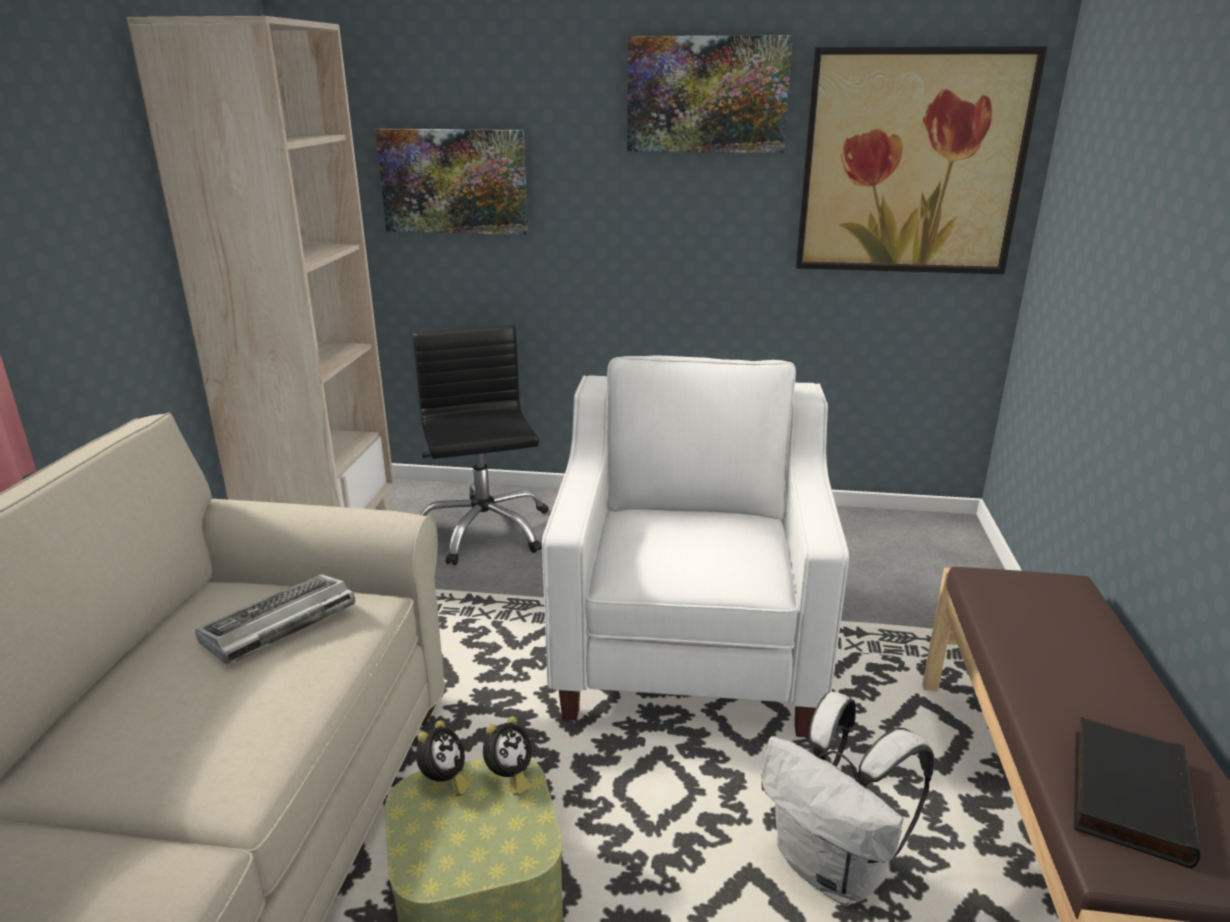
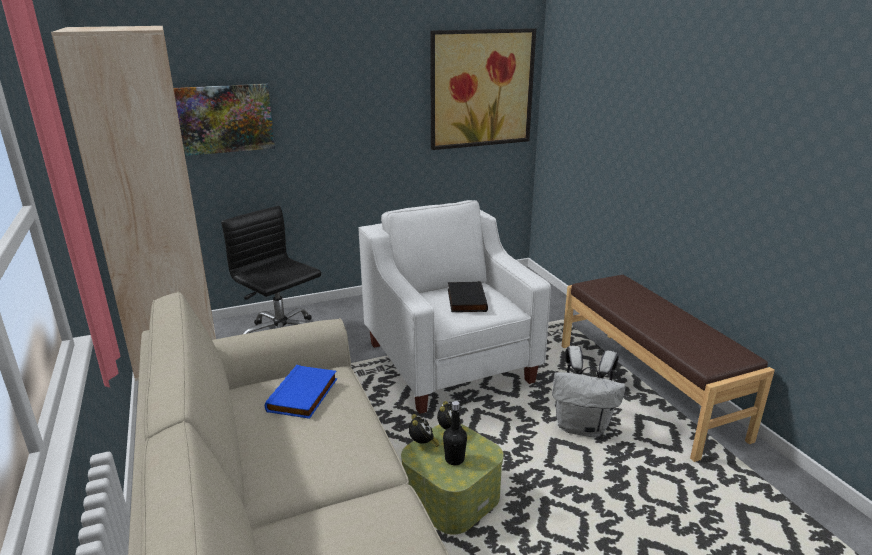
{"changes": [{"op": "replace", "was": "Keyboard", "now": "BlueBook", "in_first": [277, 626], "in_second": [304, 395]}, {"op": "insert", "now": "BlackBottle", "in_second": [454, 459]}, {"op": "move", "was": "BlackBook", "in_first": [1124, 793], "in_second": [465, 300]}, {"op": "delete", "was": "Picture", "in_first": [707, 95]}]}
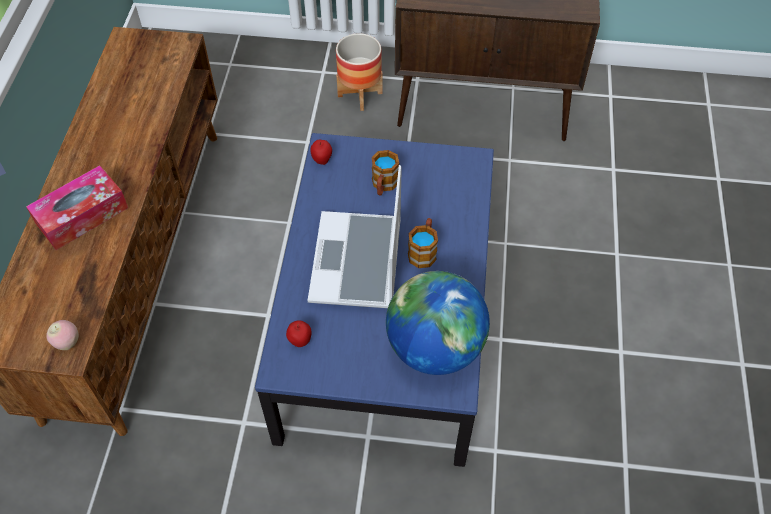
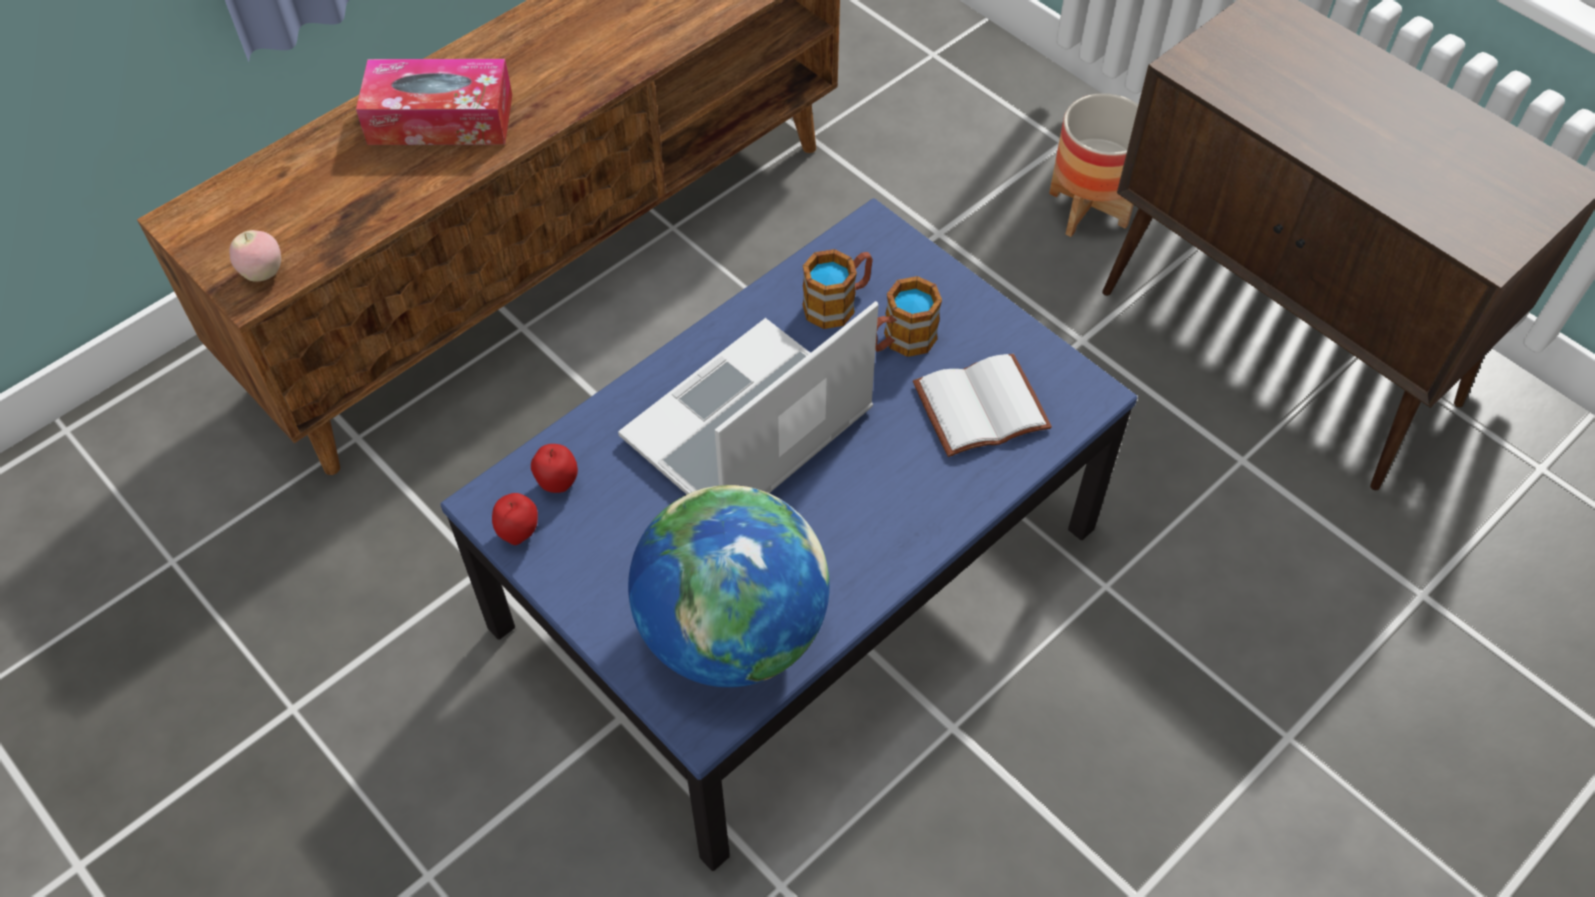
{"changes": [{"op": "move", "was": "Apple", "in_first": [322, 160], "in_second": [519, 533]}, {"op": "move", "was": "Mug", "in_first": [423, 251], "in_second": [838, 303]}, {"op": "insert", "now": "WhiteBook", "in_second": [981, 404]}]}
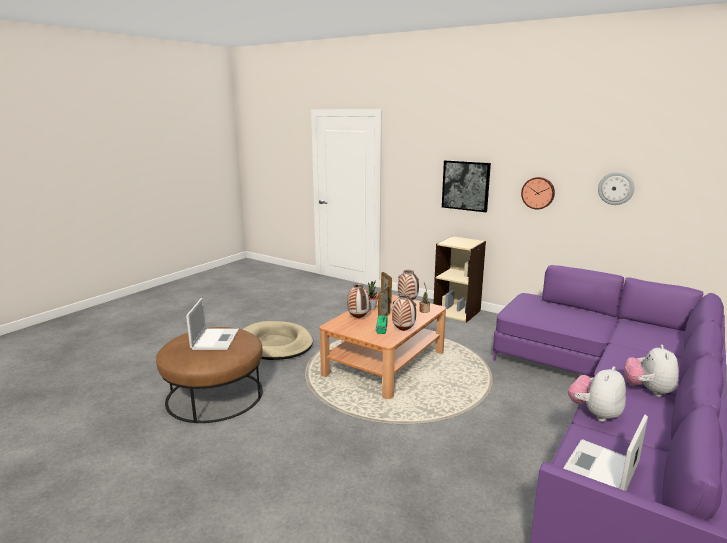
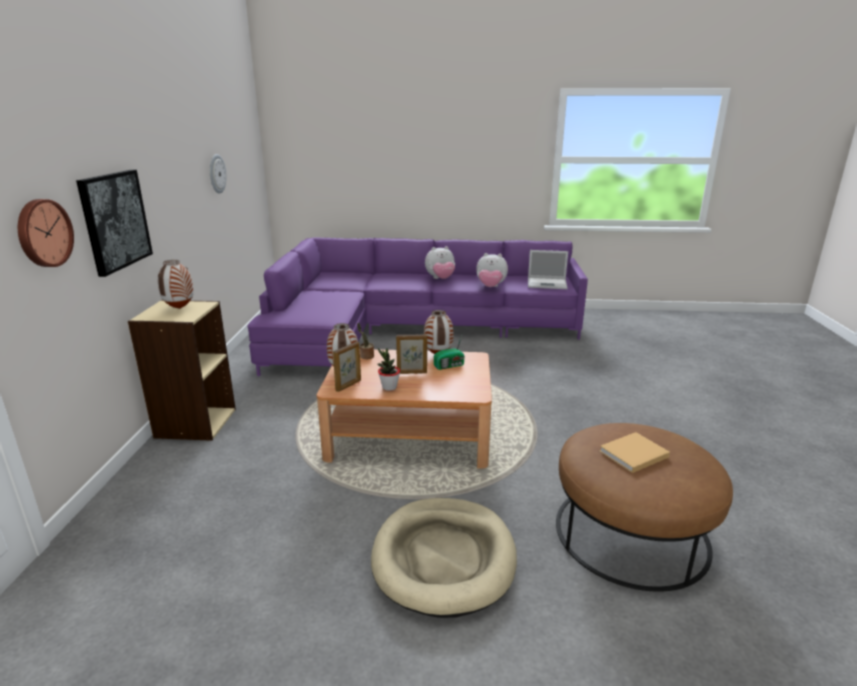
{"changes": [{"op": "move", "was": "WallClock", "in_first": [538, 193], "in_second": [43, 233]}, {"op": "move", "was": "Vase", "in_first": [358, 318], "in_second": [179, 309]}, {"op": "replace", "was": "Laptop", "now": "BeigeBook", "in_first": [215, 339], "in_second": [632, 454]}]}
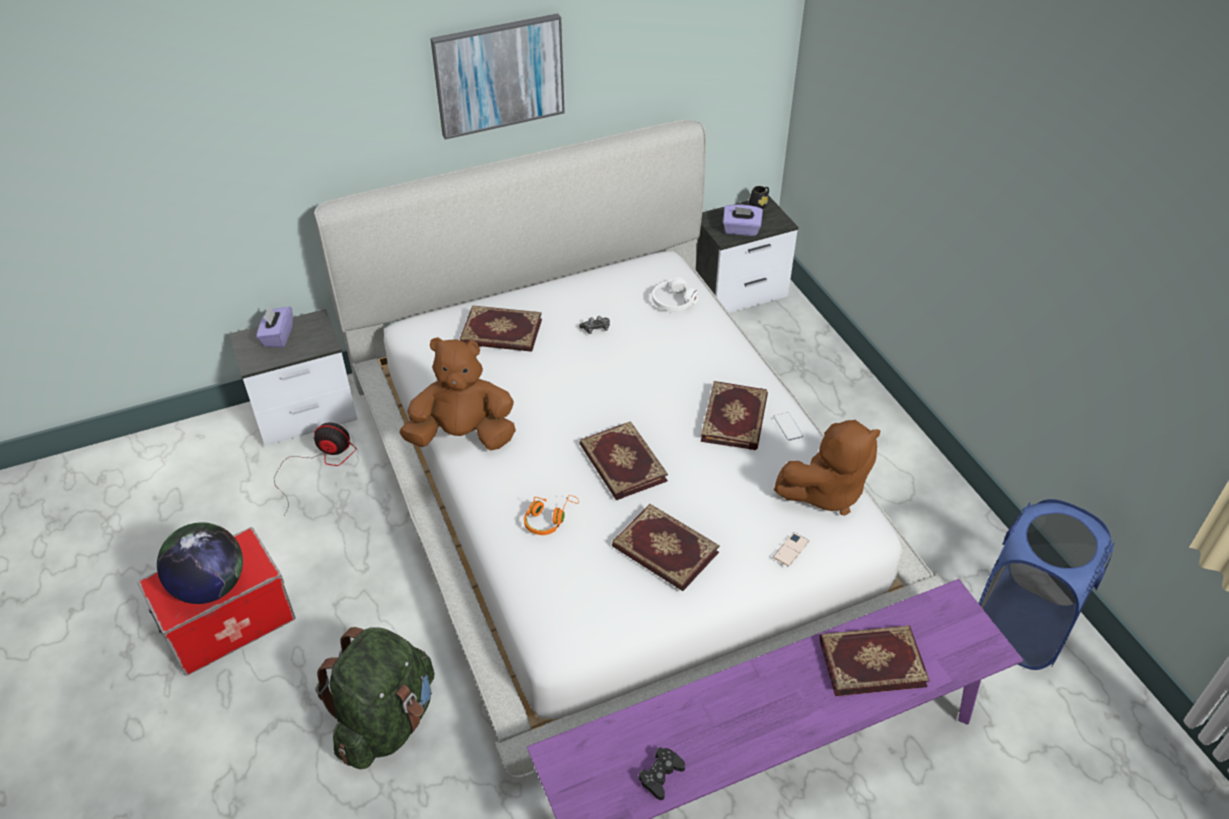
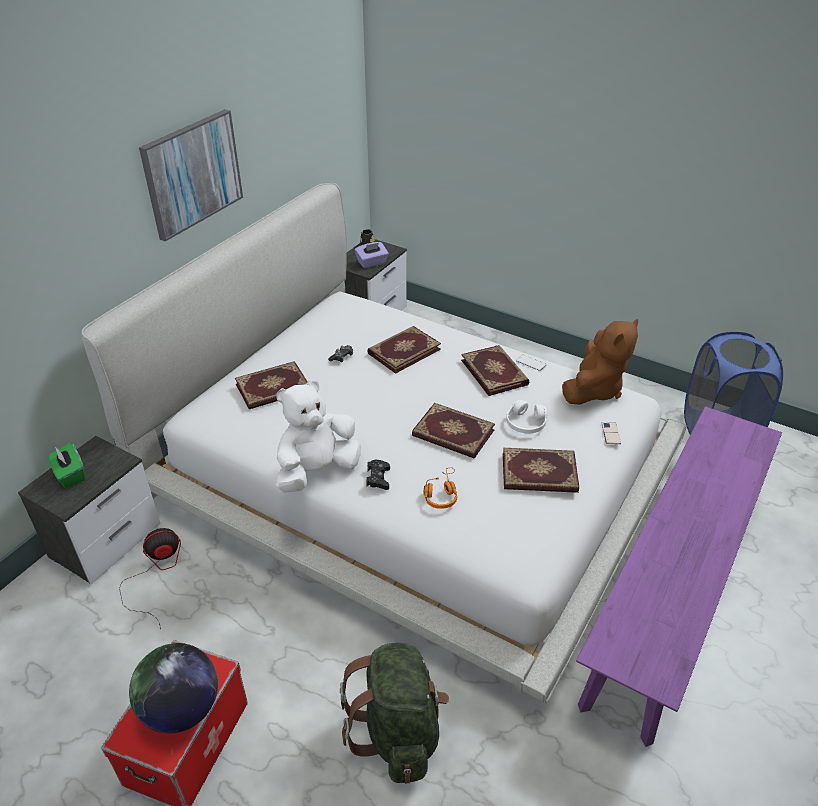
{"changes": [{"op": "recolor", "was": "PurpleTissueBox", "now": "GreenTissueBox", "in_first": [278, 336], "in_second": [70, 474]}, {"op": "recolor", "was": "BrownPlushToy", "now": "WhitePlushToy", "in_first": [463, 436], "in_second": [317, 471]}, {"op": "move", "was": "BlackGameController", "in_first": [661, 775], "in_second": [378, 478]}, {"op": "move", "was": "Book", "in_first": [871, 661], "in_second": [403, 351]}, {"op": "move", "was": "WhiteHeadphones", "in_first": [673, 301], "in_second": [525, 423]}]}
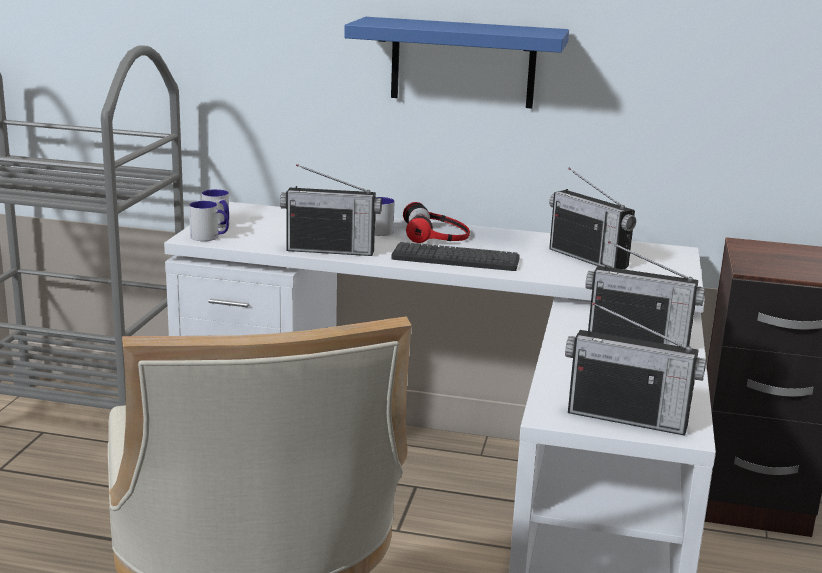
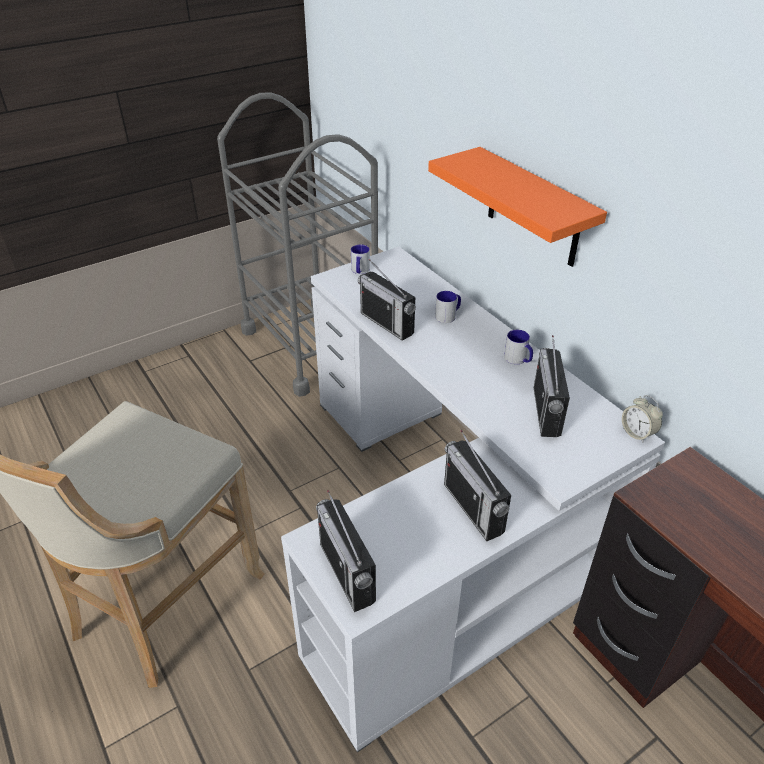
{"changes": [{"op": "recolor", "was": "BlueShelf", "now": "OrangeShelf", "in_first": [463, 63], "in_second": [533, 208]}, {"op": "move", "was": "Mug", "in_first": [209, 237], "in_second": [518, 359]}, {"op": "insert", "now": "AlarmClock", "in_second": [637, 433]}, {"op": "delete", "was": "Keyboard", "in_first": [455, 259]}, {"op": "delete", "was": "Headphones", "in_first": [436, 234]}]}
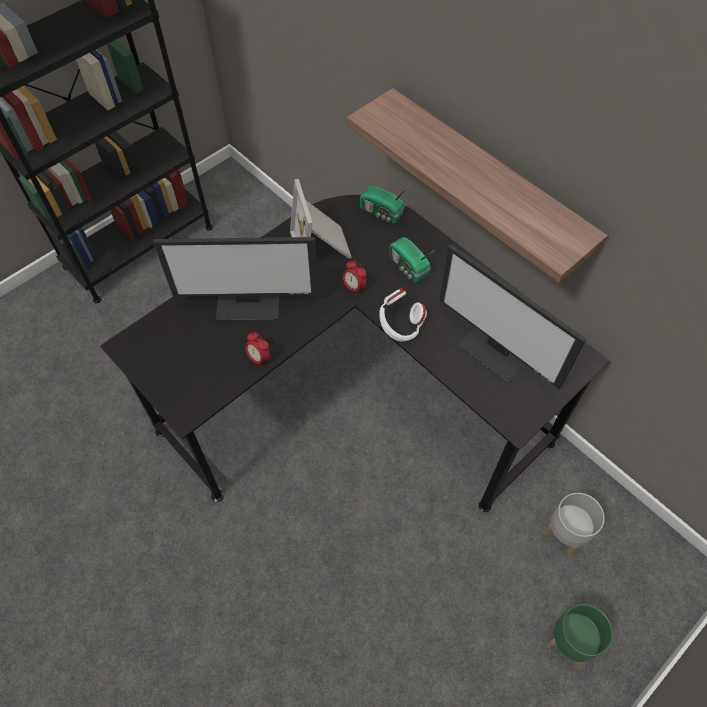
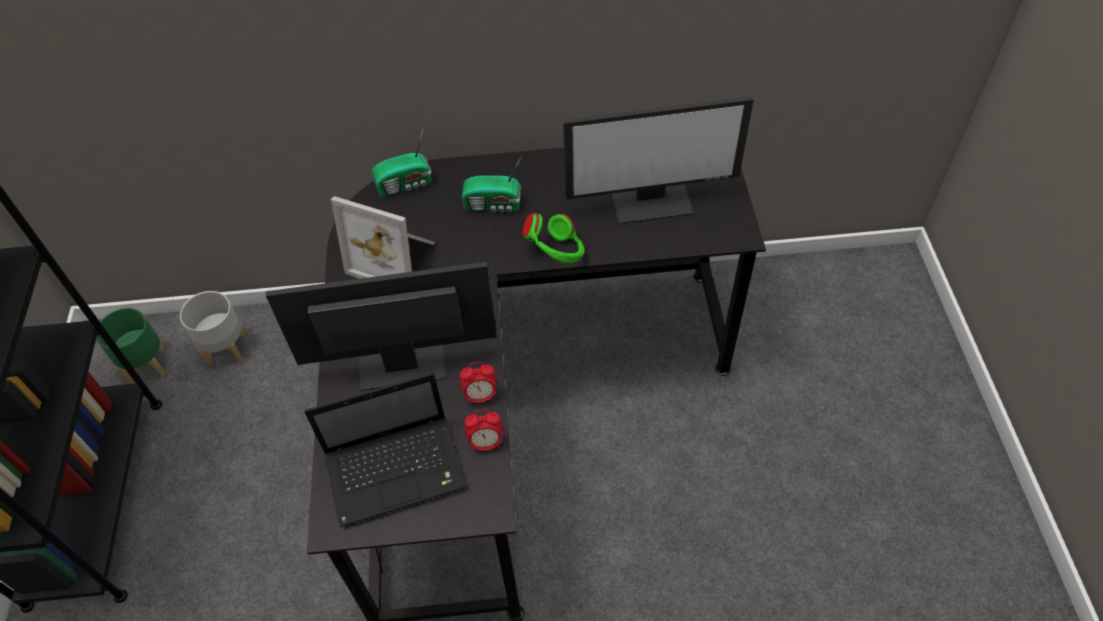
{"changes": [{"op": "move", "was": "GreenPlanter", "in_first": [570, 641], "in_second": [147, 364]}, {"op": "move", "was": "GreyPlanter", "in_first": [566, 534], "in_second": [227, 348]}, {"op": "rotate", "was": "Monitor", "in_first": [249, 303], "in_second": [401, 364], "clockwise": -135}, {"op": "insert", "now": "Laptop", "in_second": [398, 469]}, {"op": "move", "was": "AlarmClock", "in_first": [354, 287], "in_second": [486, 443]}, {"op": "recolor", "was": "WhiteHeadphones", "now": "GreenHeadphones", "in_first": [400, 326], "in_second": [556, 253]}, {"op": "delete", "was": "Shelf", "in_first": [487, 179]}]}
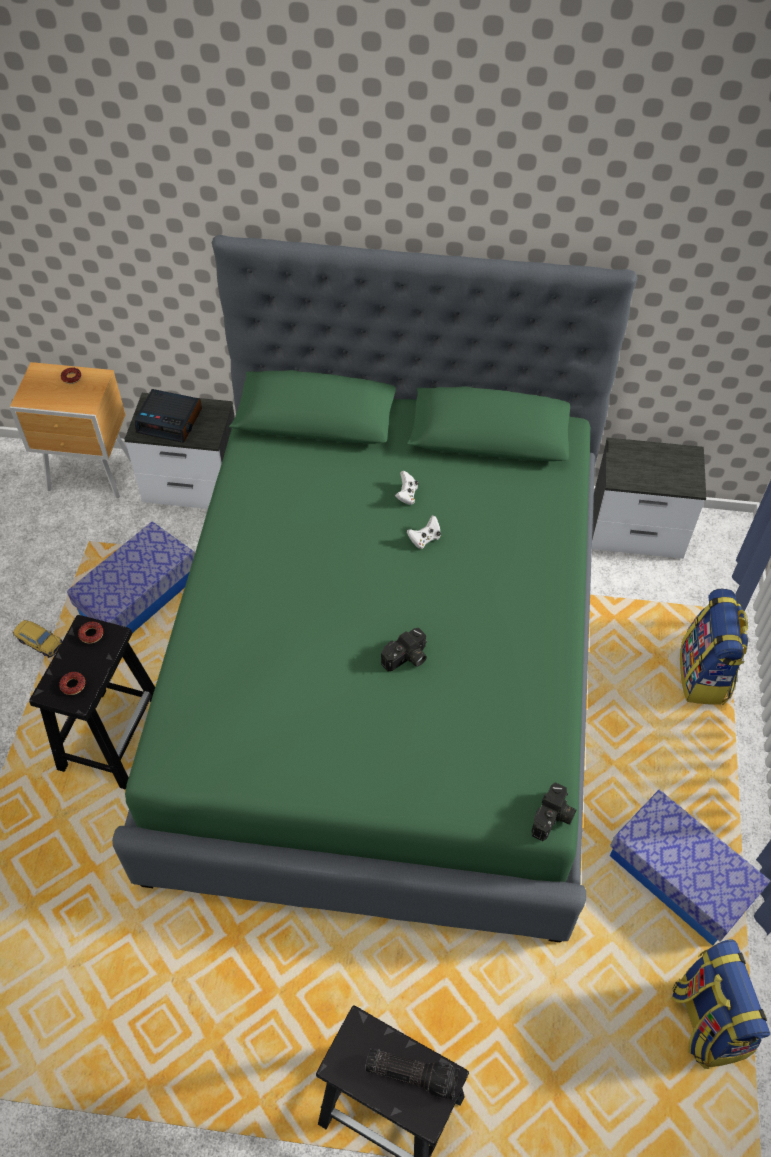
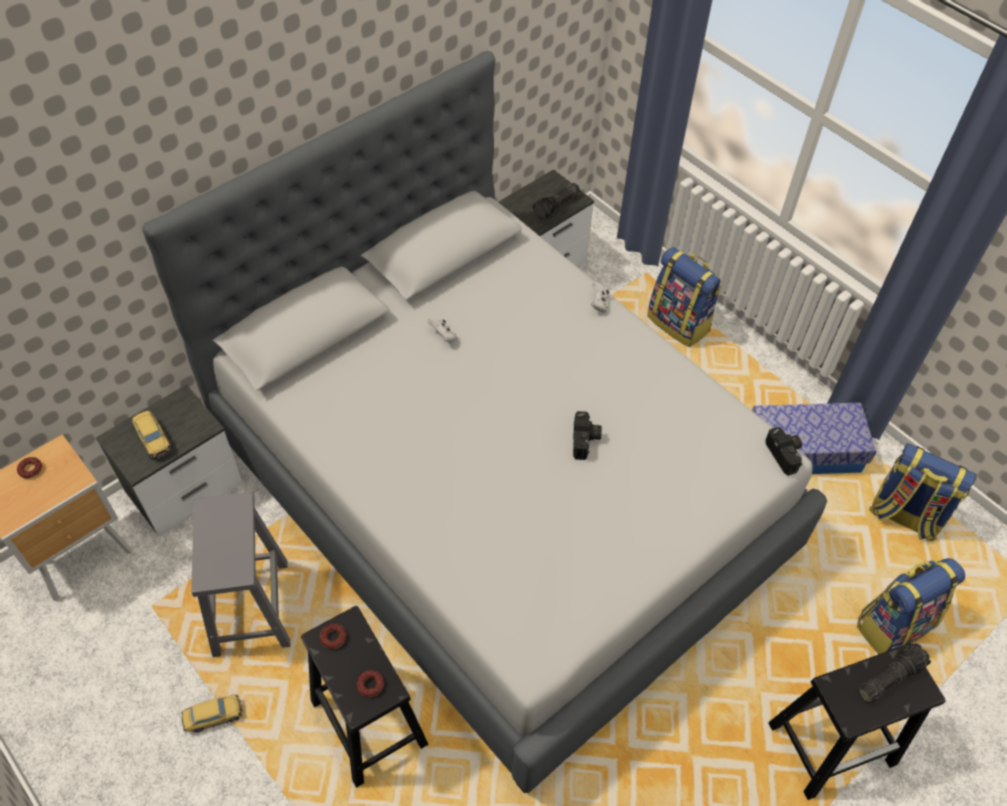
{"changes": [{"op": "replace", "was": "AlarmClock", "now": "ToyCar", "in_first": [170, 421], "in_second": [153, 439]}, {"op": "recolor", "was": "GreenBed", "now": "GreyBed", "in_first": [386, 672], "in_second": [500, 492]}, {"op": "replace", "was": "StorageBox", "now": "GreyStool", "in_first": [139, 595], "in_second": [250, 606]}, {"op": "insert", "now": "Flashlight", "in_second": [557, 206]}, {"op": "move", "was": "WhiteGameController", "in_first": [424, 539], "in_second": [599, 304]}, {"op": "insert", "now": "Backpack", "in_second": [893, 624]}]}
